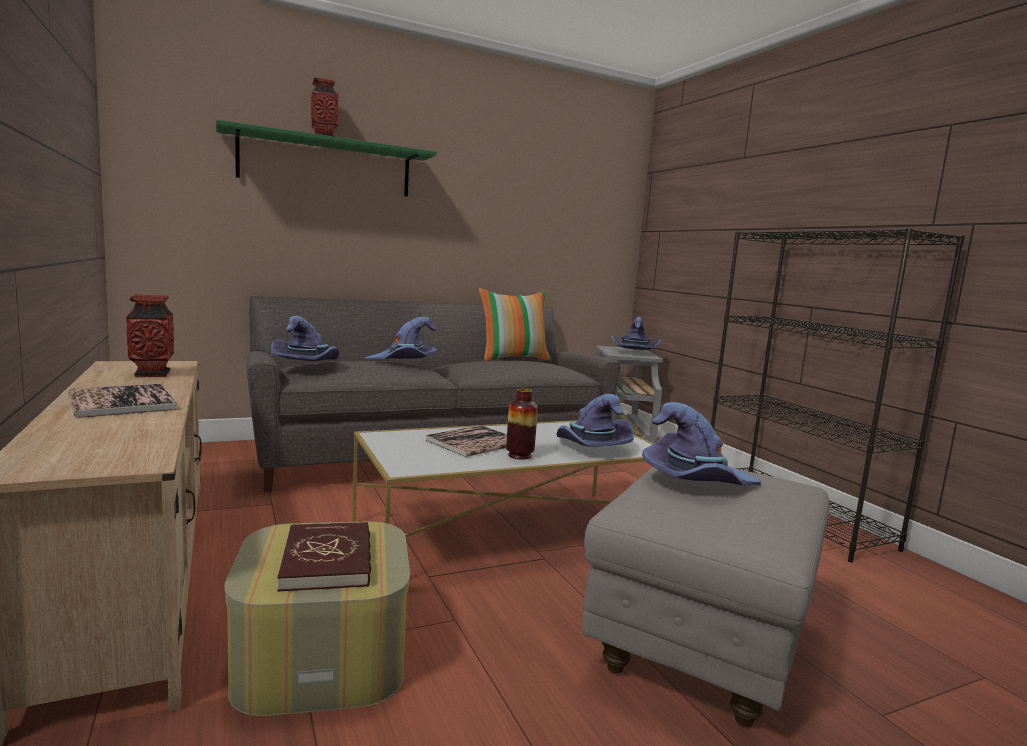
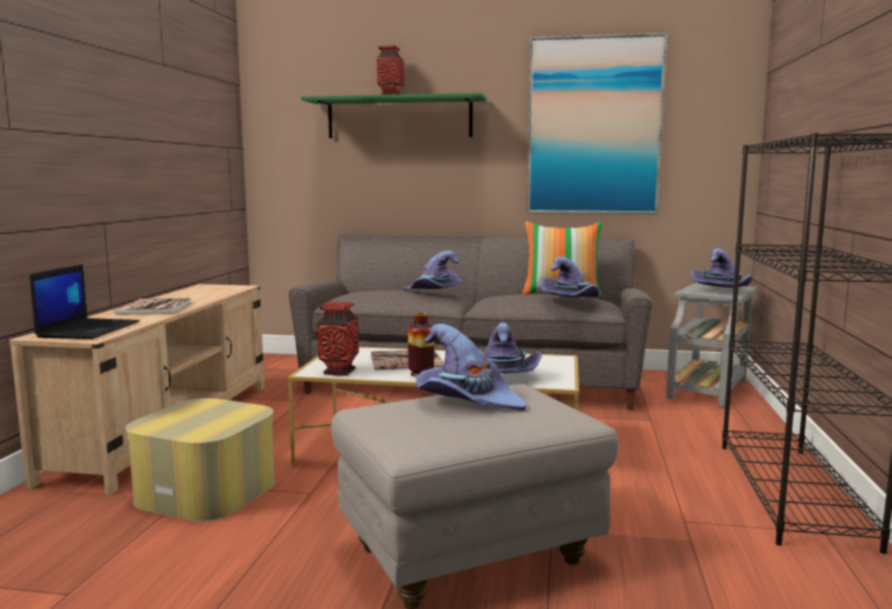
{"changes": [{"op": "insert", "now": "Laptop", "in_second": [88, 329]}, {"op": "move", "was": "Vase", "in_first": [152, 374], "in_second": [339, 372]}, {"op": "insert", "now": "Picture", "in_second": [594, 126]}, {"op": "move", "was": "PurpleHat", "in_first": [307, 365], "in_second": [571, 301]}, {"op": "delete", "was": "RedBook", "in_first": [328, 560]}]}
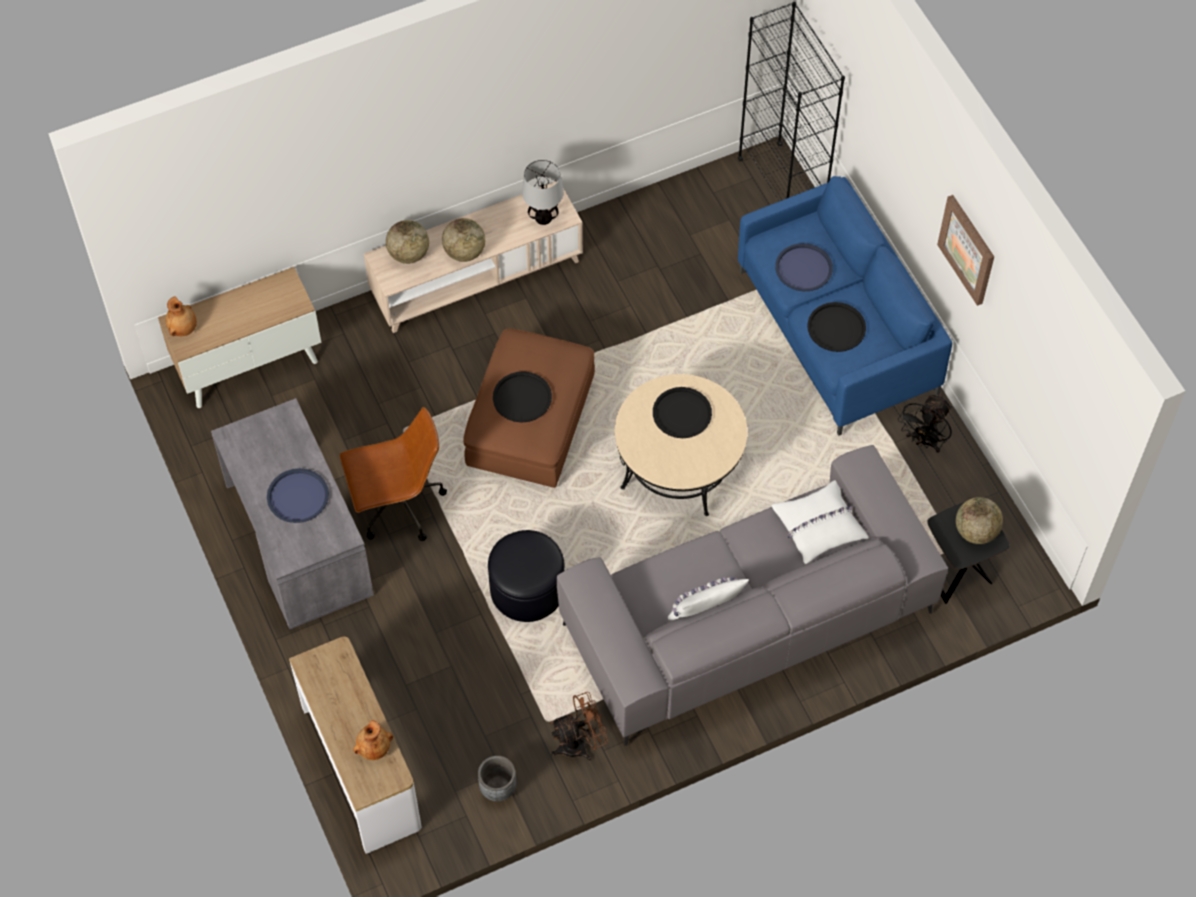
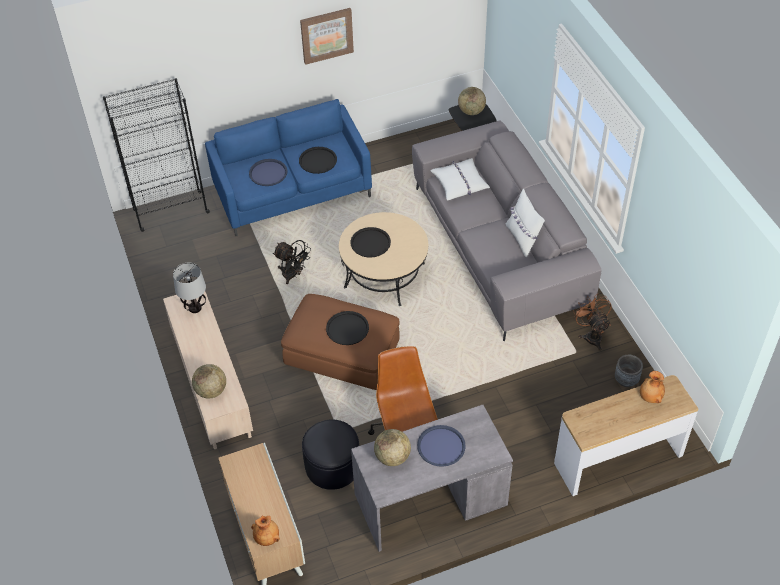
{"changes": [{"op": "move", "was": "BlackFan", "in_first": [924, 441], "in_second": [293, 275]}, {"op": "move", "was": "BlackOttoman", "in_first": [527, 589], "in_second": [332, 465]}, {"op": "move", "was": "Globe", "in_first": [464, 252], "in_second": [392, 457]}]}
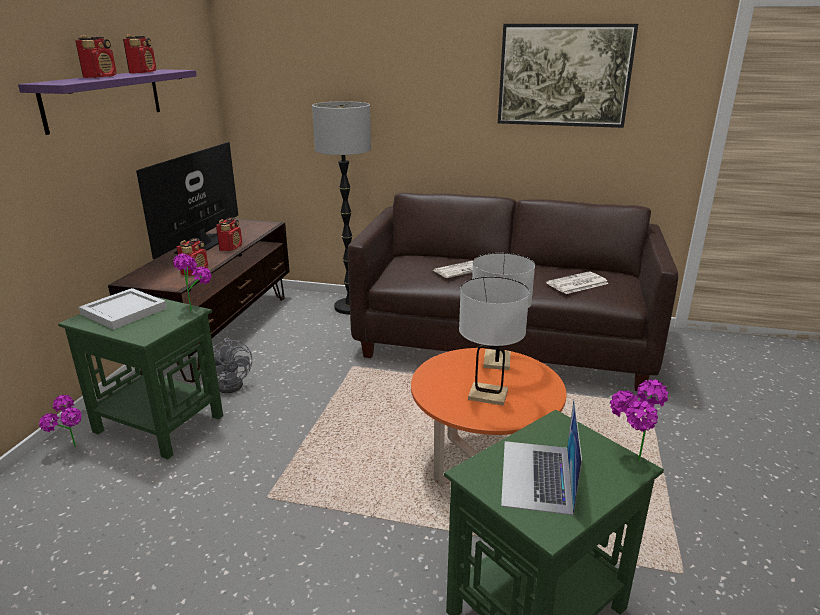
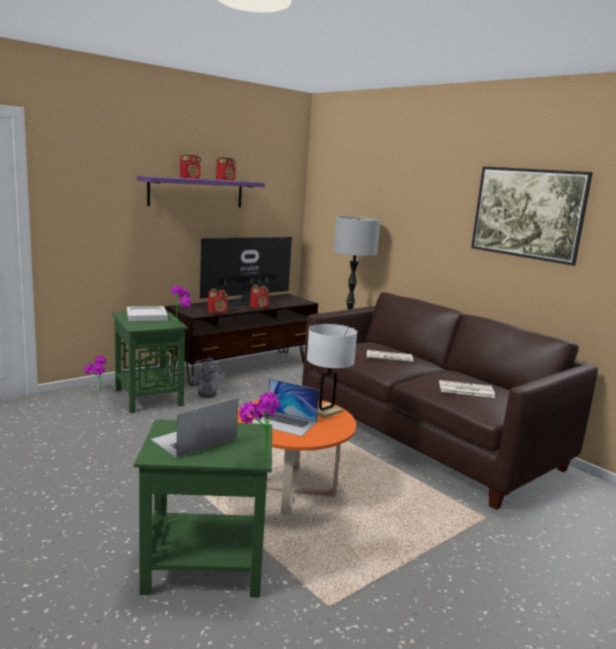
{"changes": [{"op": "replace", "was": "WhiteTableLamp", "now": "Laptop", "in_first": [488, 395], "in_second": [284, 422]}]}
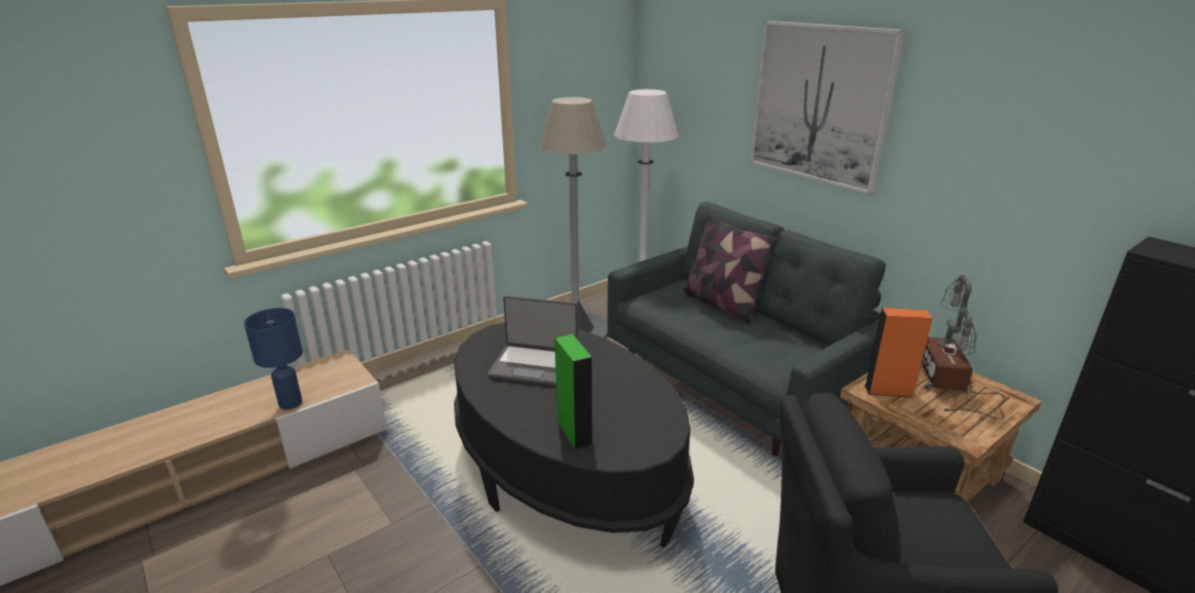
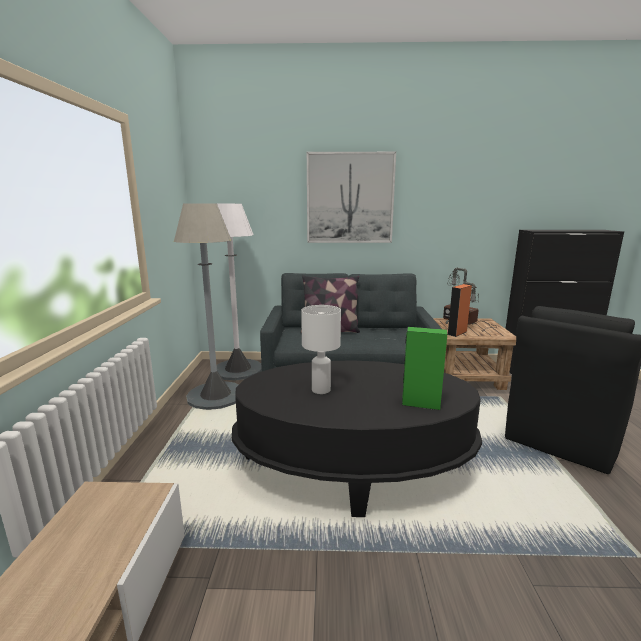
{"changes": [{"op": "replace", "was": "Laptop", "now": "WhiteTableLamp", "in_first": [534, 365], "in_second": [321, 389]}, {"op": "delete", "was": "BlueTableLamp", "in_first": [290, 403]}]}
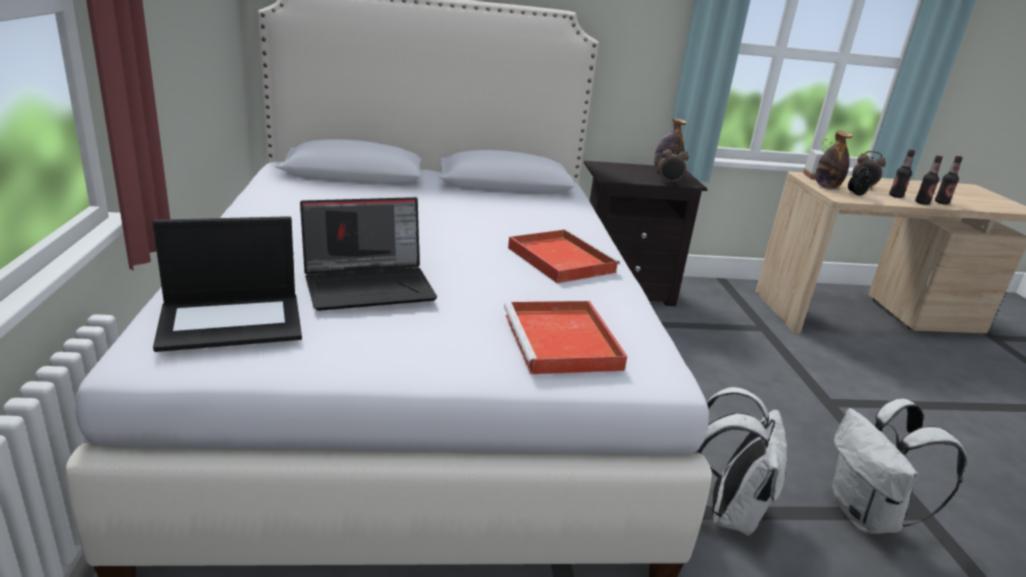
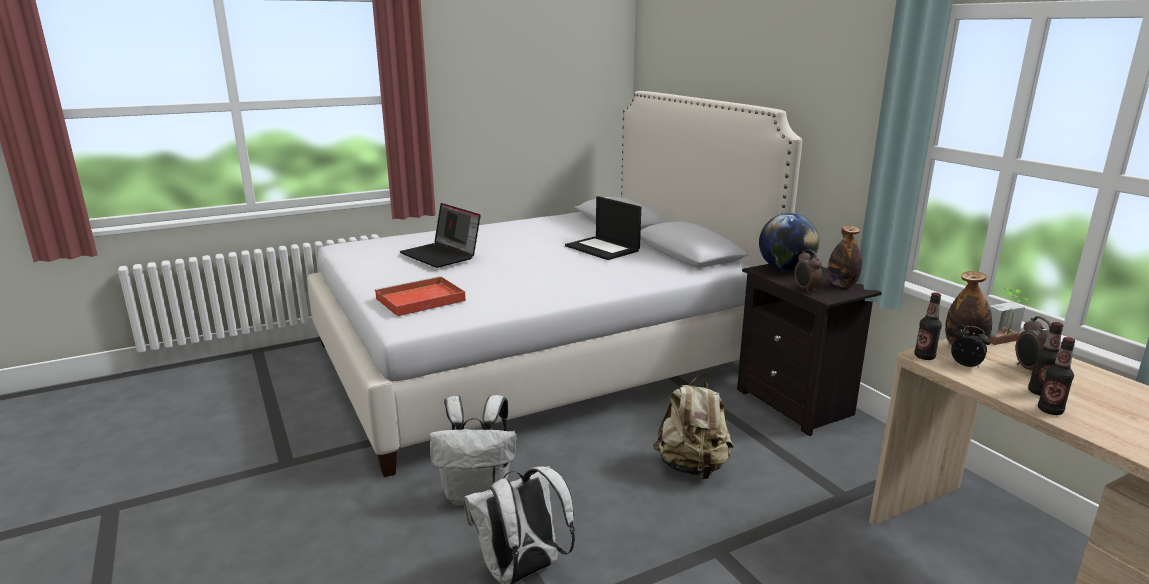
{"changes": [{"op": "move", "was": "Laptop", "in_first": [233, 321], "in_second": [603, 248]}, {"op": "insert", "now": "BeigeBackpack", "in_second": [692, 467]}, {"op": "insert", "now": "Globe", "in_second": [785, 269]}, {"op": "move", "was": "Bottle", "in_first": [941, 202], "in_second": [924, 357]}, {"op": "delete", "was": "RedTray", "in_first": [559, 259]}]}
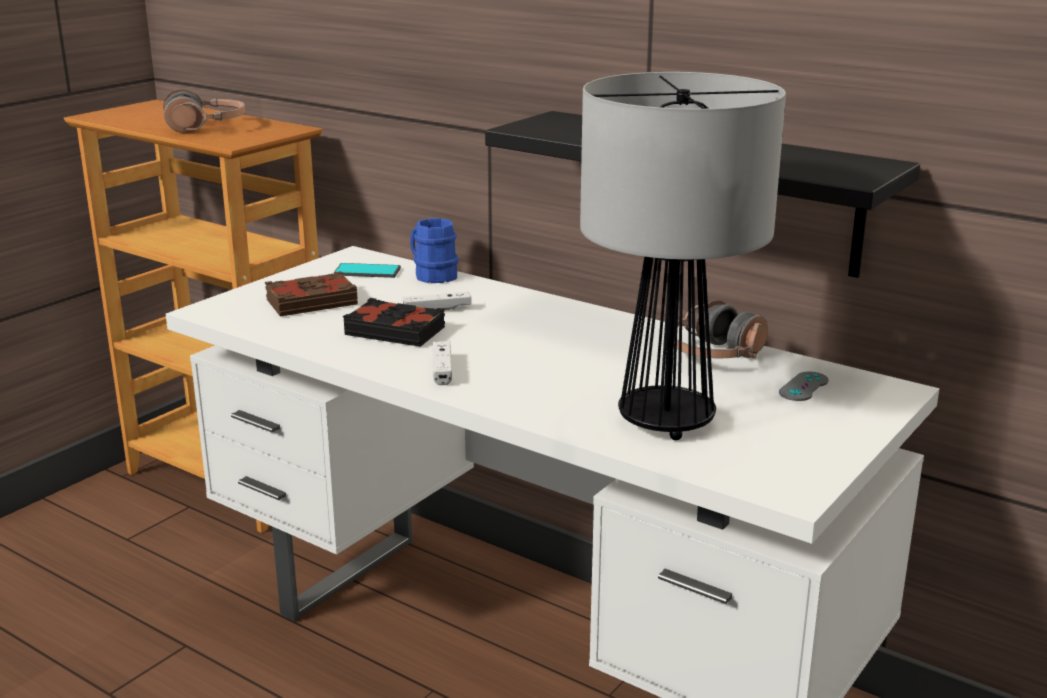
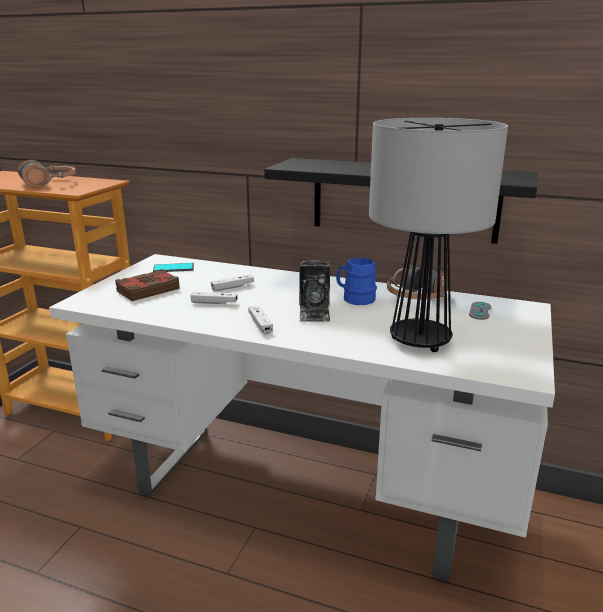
{"changes": [{"op": "replace", "was": "BlackBook", "now": "WhiteGameController", "in_first": [395, 331], "in_second": [214, 303]}, {"op": "insert", "now": "PhotoCamera", "in_second": [314, 311]}, {"op": "move", "was": "BlueMug", "in_first": [432, 275], "in_second": [355, 299]}]}
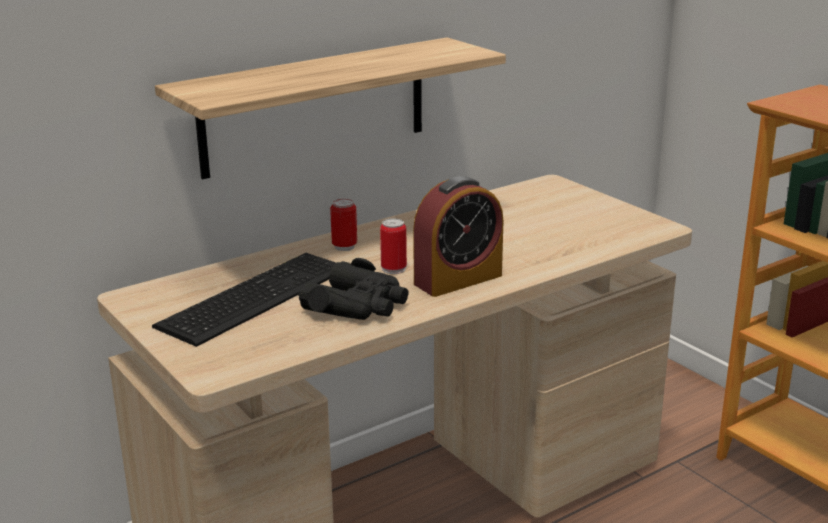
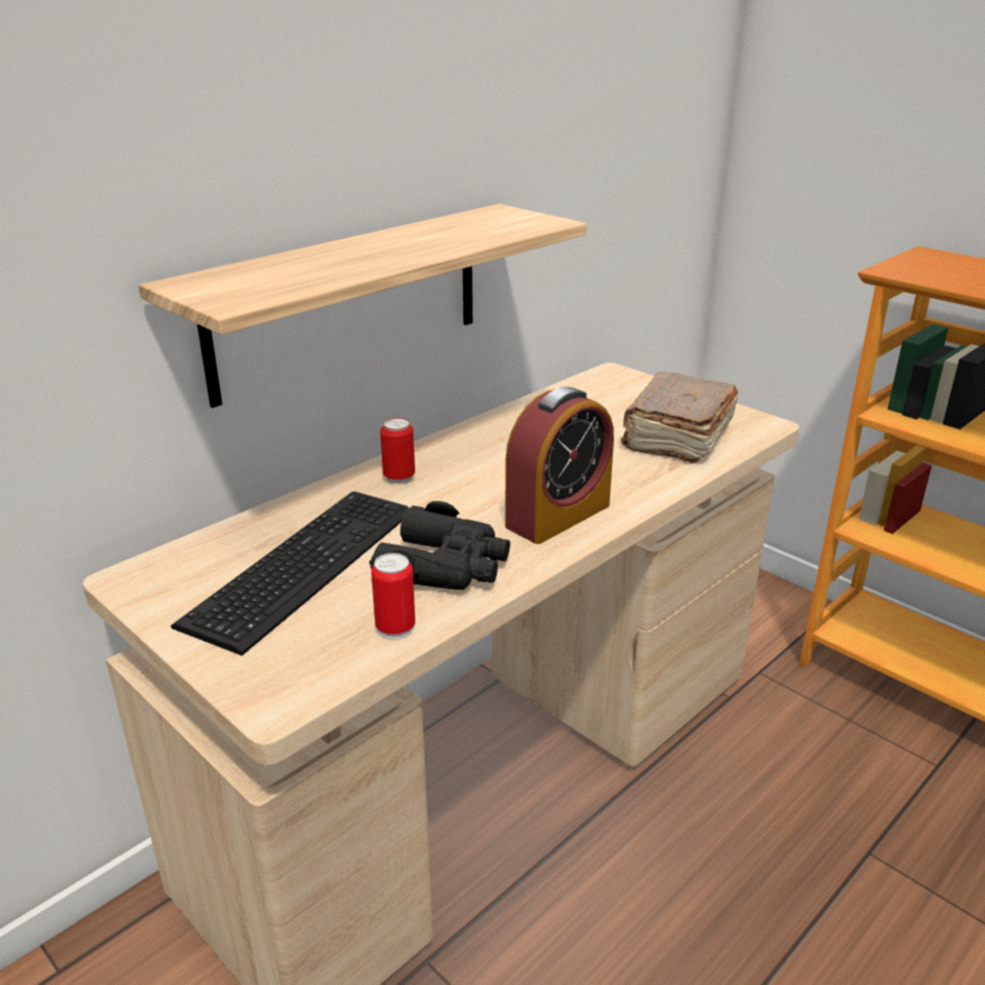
{"changes": [{"op": "move", "was": "Can", "in_first": [393, 269], "in_second": [395, 627]}, {"op": "insert", "now": "BrownBook", "in_second": [676, 437]}]}
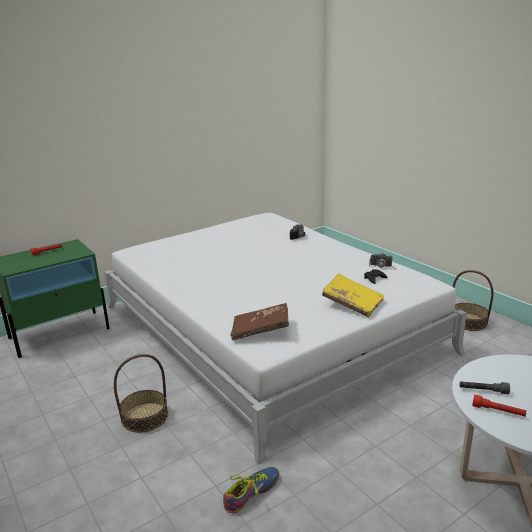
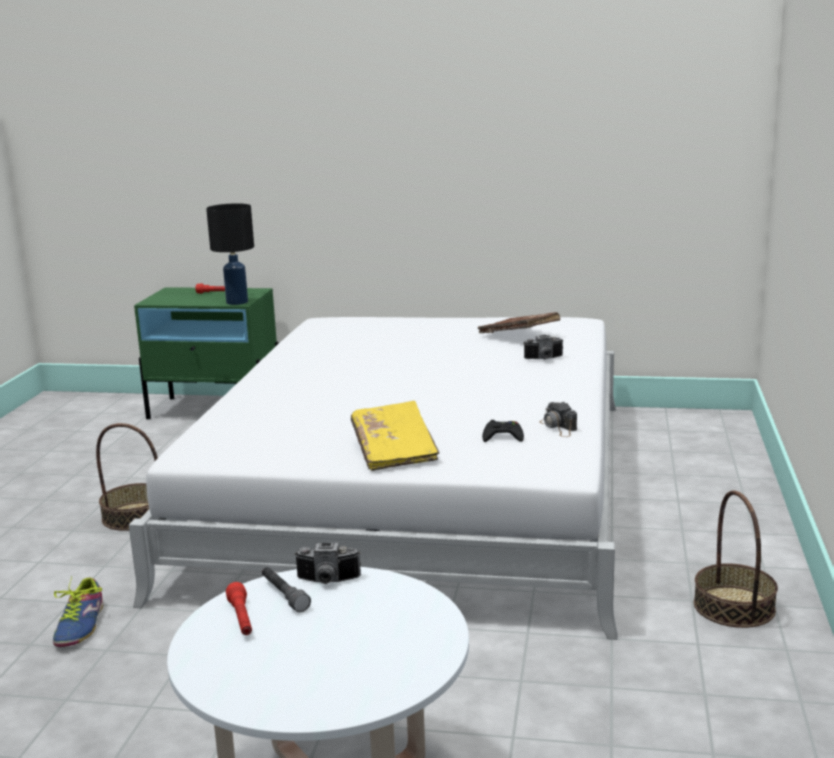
{"changes": [{"op": "rotate", "was": "Shoe", "in_first": [251, 493], "in_second": [80, 625], "clockwise": 90}, {"op": "insert", "now": "BlackTableLamp", "in_second": [237, 302]}, {"op": "insert", "now": "PhotoCamera", "in_second": [327, 581]}, {"op": "move", "was": "BrownBook", "in_first": [261, 331], "in_second": [519, 336]}]}
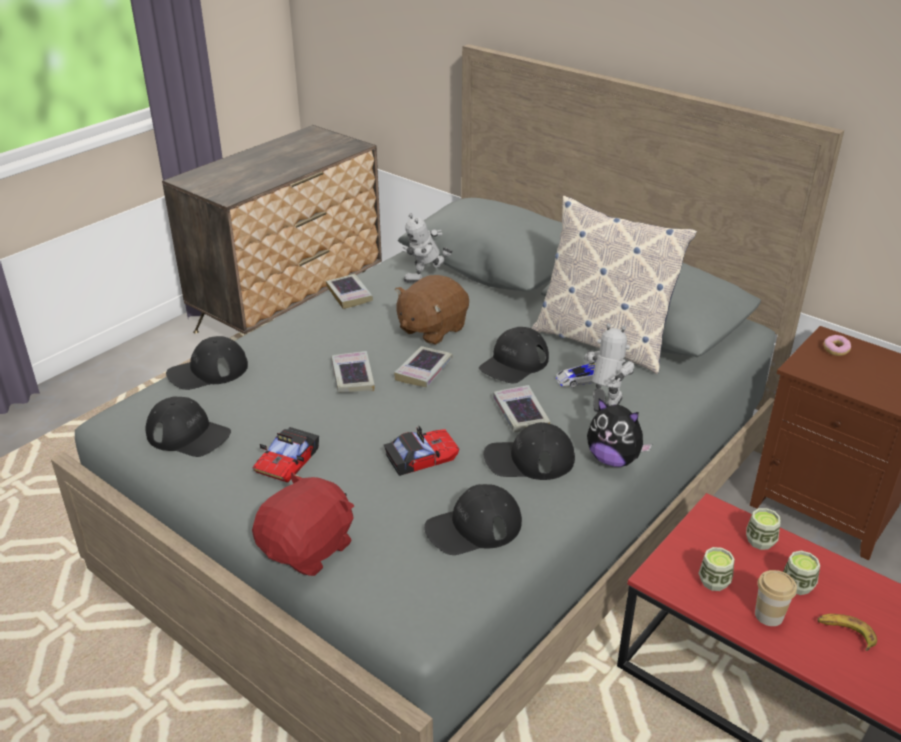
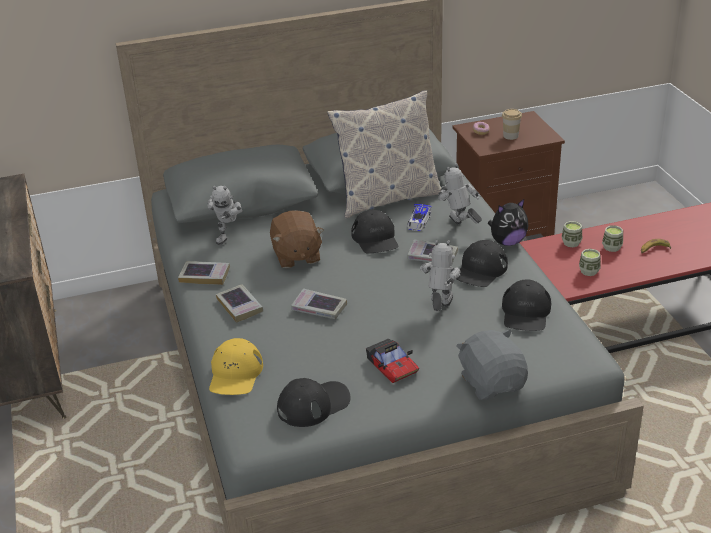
{"changes": [{"op": "recolor", "was": "BlackCap", "now": "YellowCap", "in_first": [208, 371], "in_second": [235, 374]}, {"op": "move", "was": "Book", "in_first": [424, 371], "in_second": [240, 306]}, {"op": "replace", "was": "ToyCar", "now": "ToyRobot", "in_first": [421, 457], "in_second": [440, 309]}, {"op": "recolor", "was": "RedPlushToy", "now": "GreyPlushToy", "in_first": [308, 549], "in_second": [492, 383]}, {"op": "move", "was": "Cup", "in_first": [769, 615], "in_second": [510, 136]}]}
